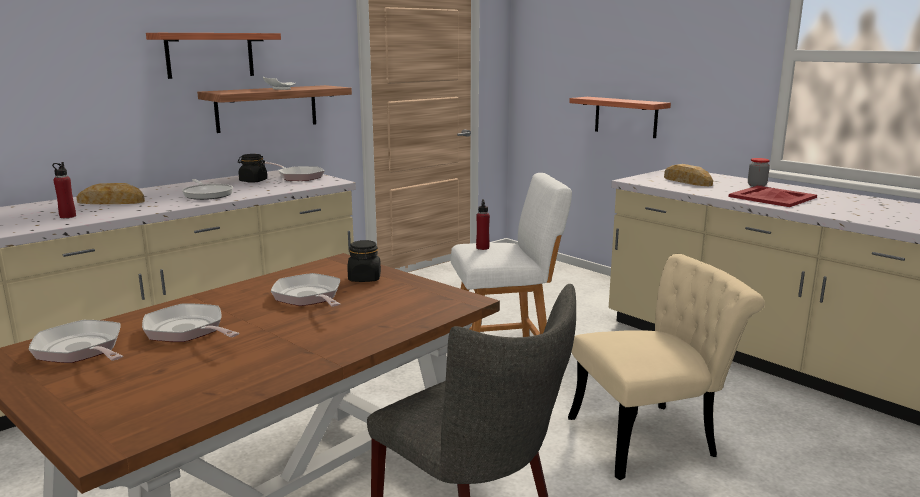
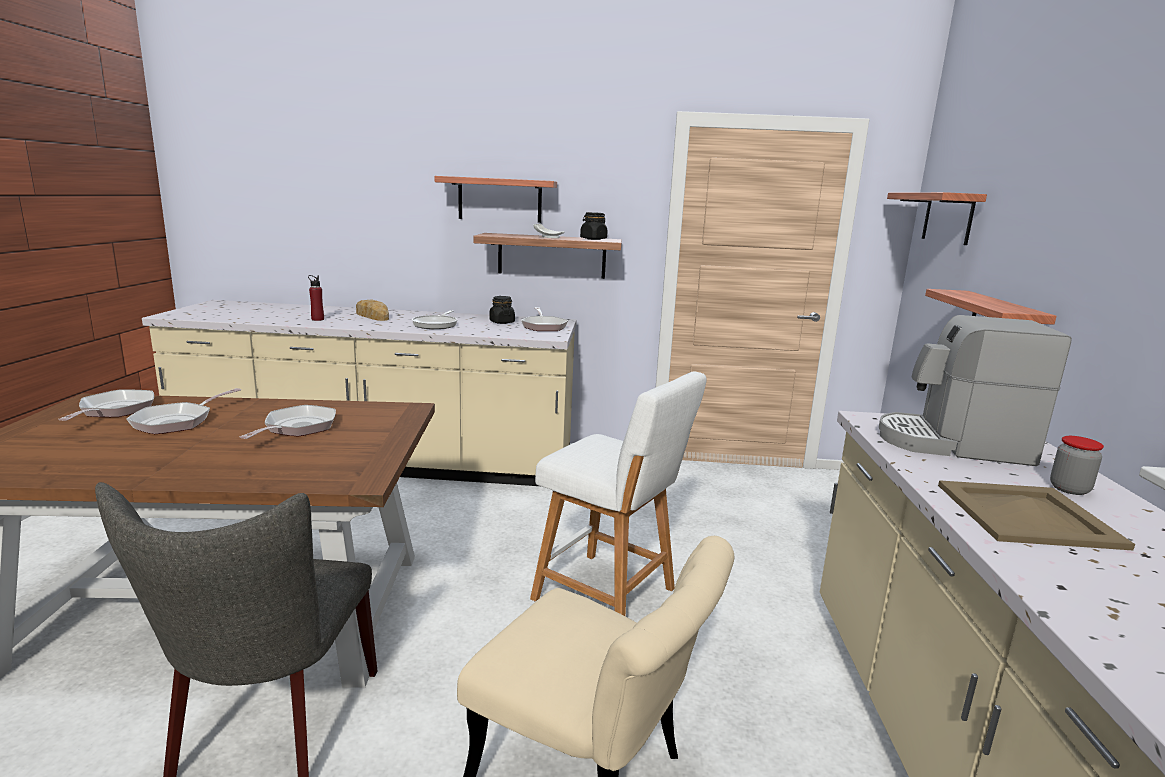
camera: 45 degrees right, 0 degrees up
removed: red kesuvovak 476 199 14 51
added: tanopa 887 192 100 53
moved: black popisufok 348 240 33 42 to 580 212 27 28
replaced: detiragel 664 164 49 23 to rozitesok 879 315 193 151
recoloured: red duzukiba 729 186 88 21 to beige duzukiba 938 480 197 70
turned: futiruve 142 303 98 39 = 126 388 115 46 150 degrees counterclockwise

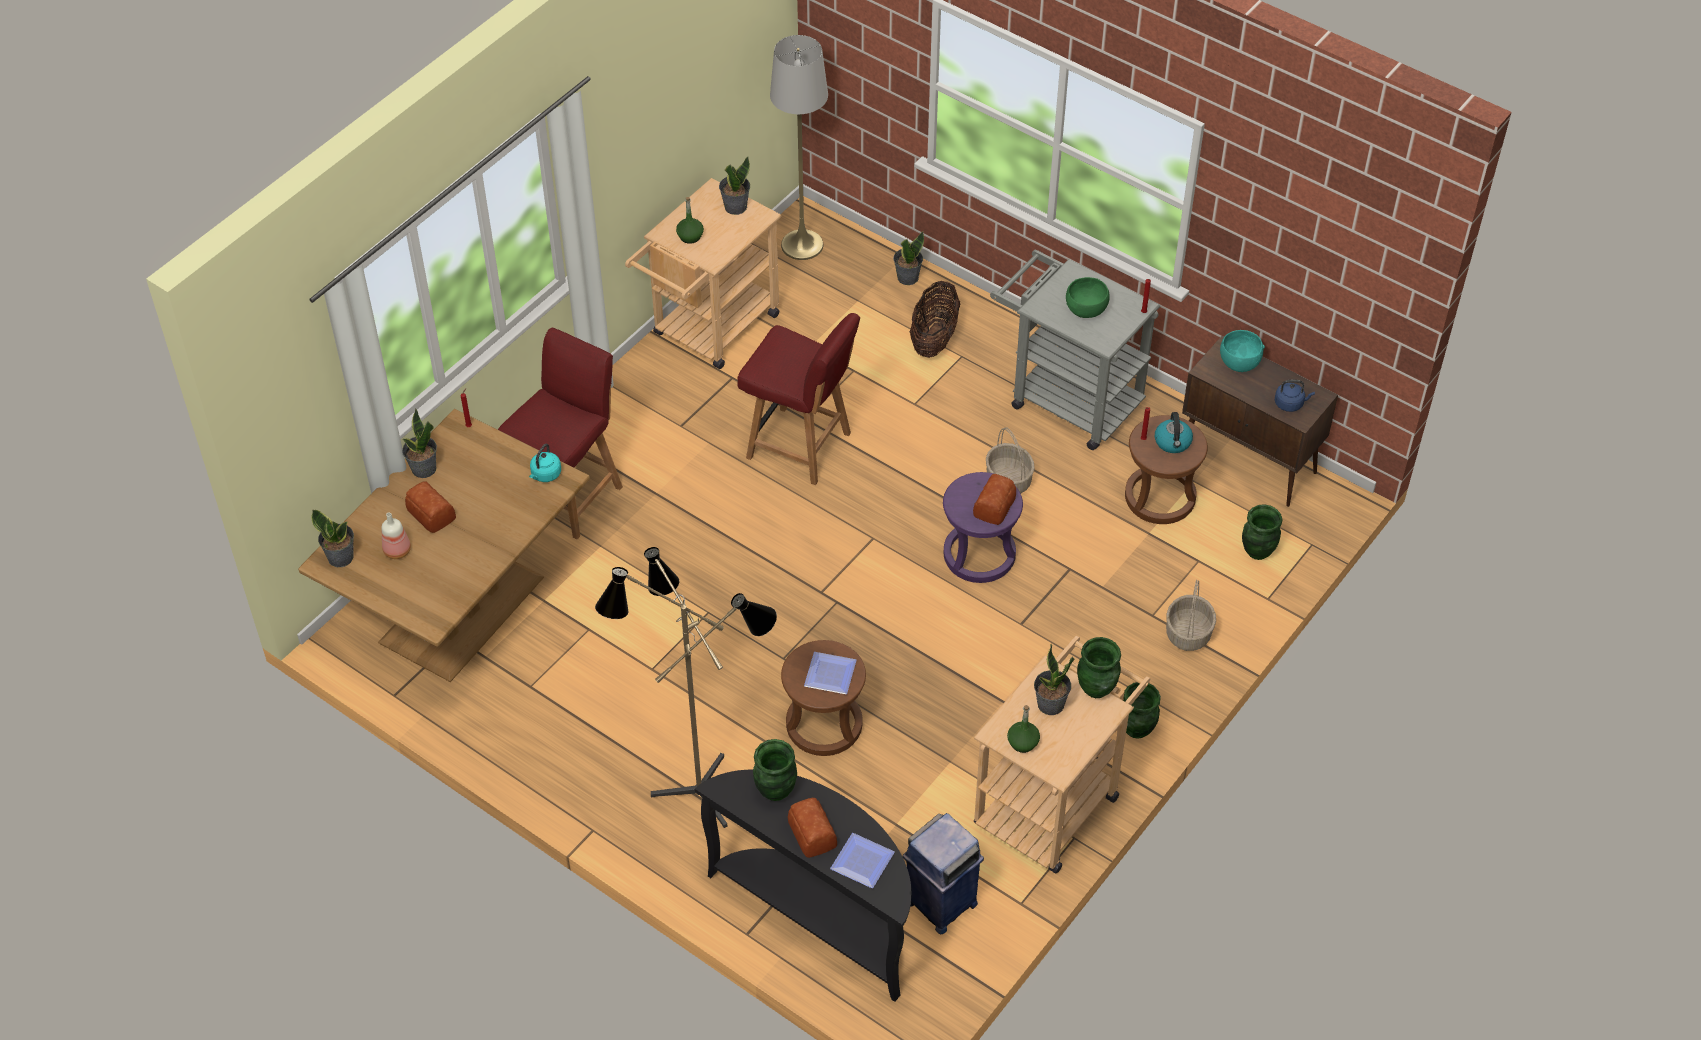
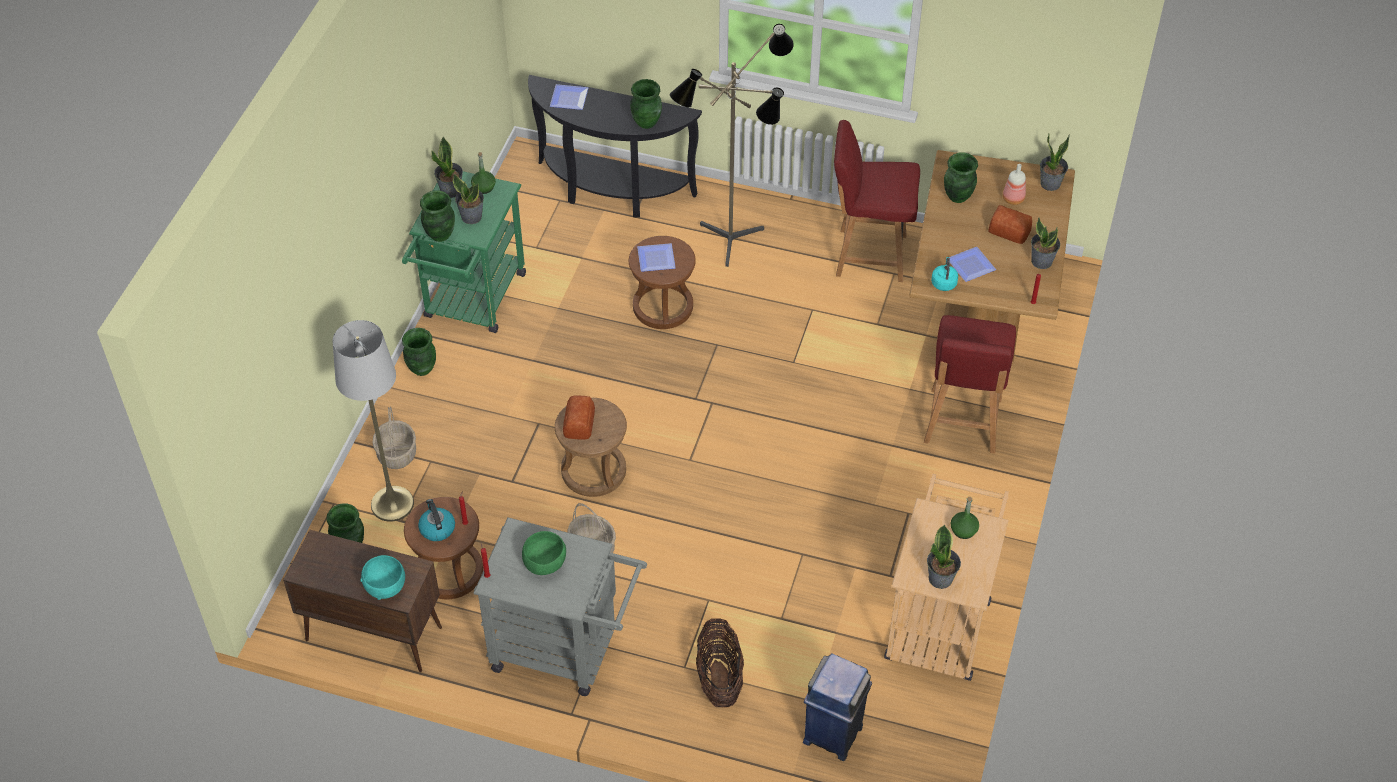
camera: 160 degrees right, 0 degrees up
removed: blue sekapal 1275 380 40 32; detiragel 788 798 49 60
added: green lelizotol 944 153 34 50; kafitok 949 247 47 35
moved: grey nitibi 770 35 58 225 to 333 320 81 202; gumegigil 893 232 31 53 to 431 136 32 62; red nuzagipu 737 313 123 172 to 834 120 86 162; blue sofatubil 903 813 81 122 to 803 653 69 108
recoloured: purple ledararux 943 472 80 111 to brown ledararux 555 398 72 99; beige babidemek 974 635 176 238 to green babidemek 402 171 124 162

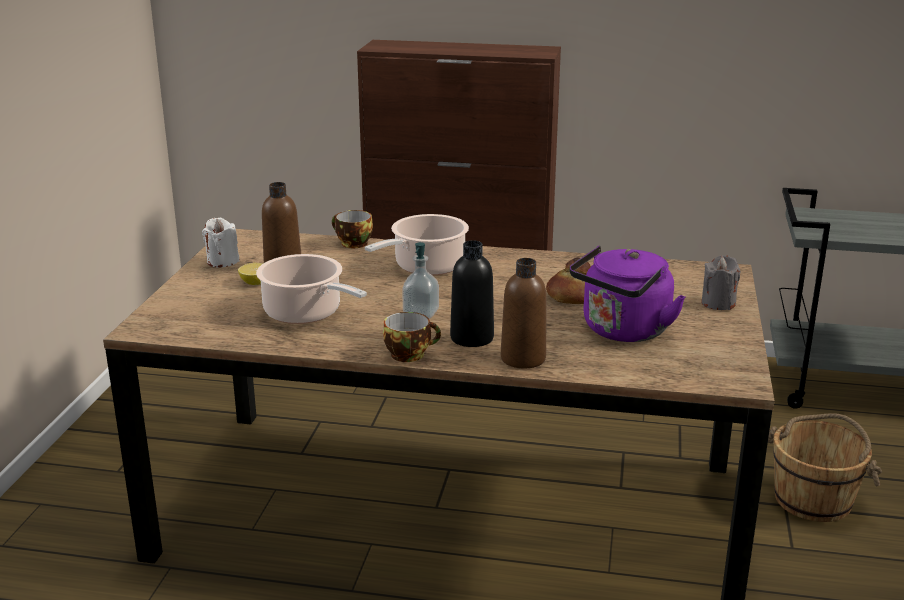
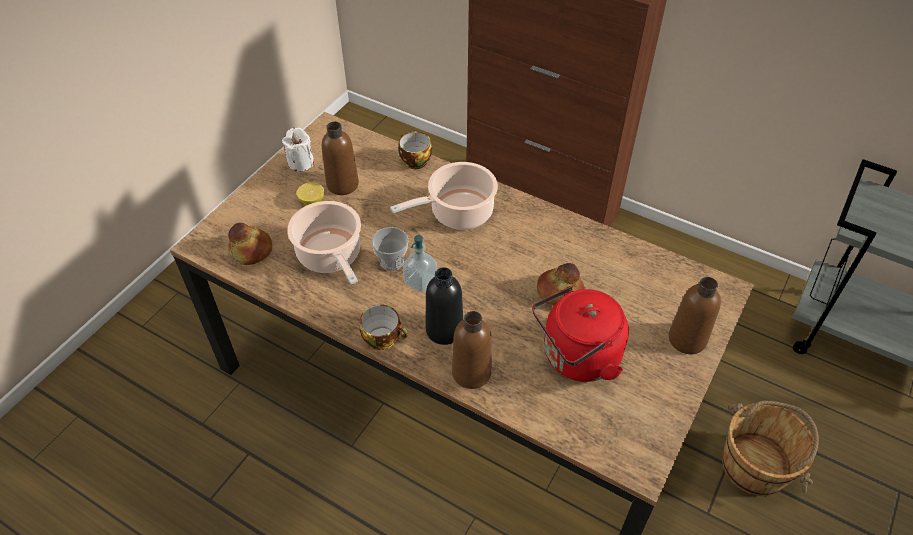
camera: 20 degrees right, 25 degrees up
added: detiragel 228 222 44 43; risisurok 371 227 38 44
replaced: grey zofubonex 701 255 39 55 to brown kesuvovak 669 277 52 77
recoloured: purple sekapal 569 245 116 97 to red sekapal 532 286 97 96

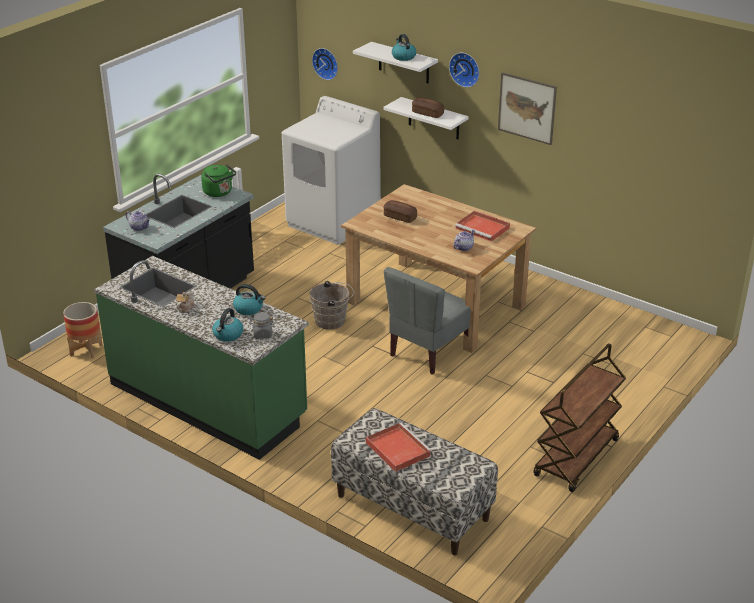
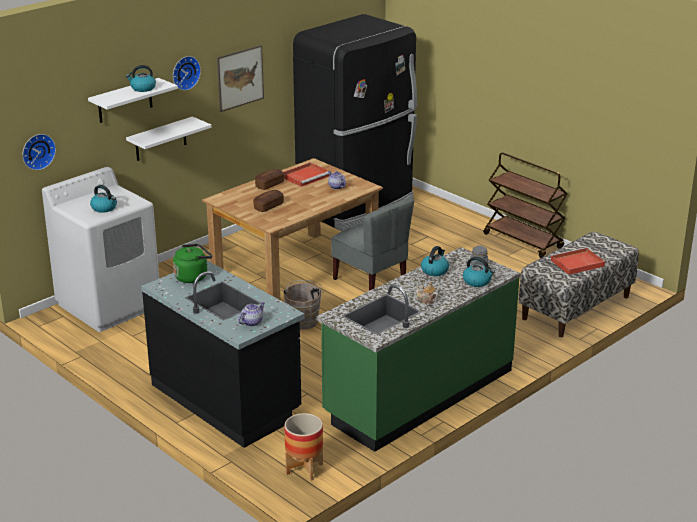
camera: 80 degrees left, 5 degrees down
added: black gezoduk 293 14 124 217; sekapal 90 185 27 28
moved: detiragel 412 97 32 21 to 255 169 29 21

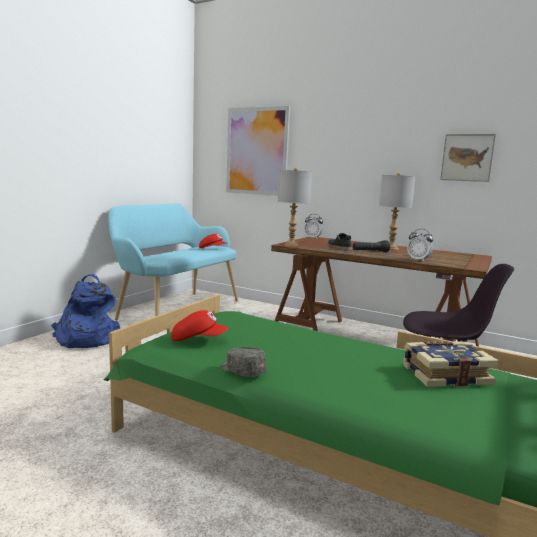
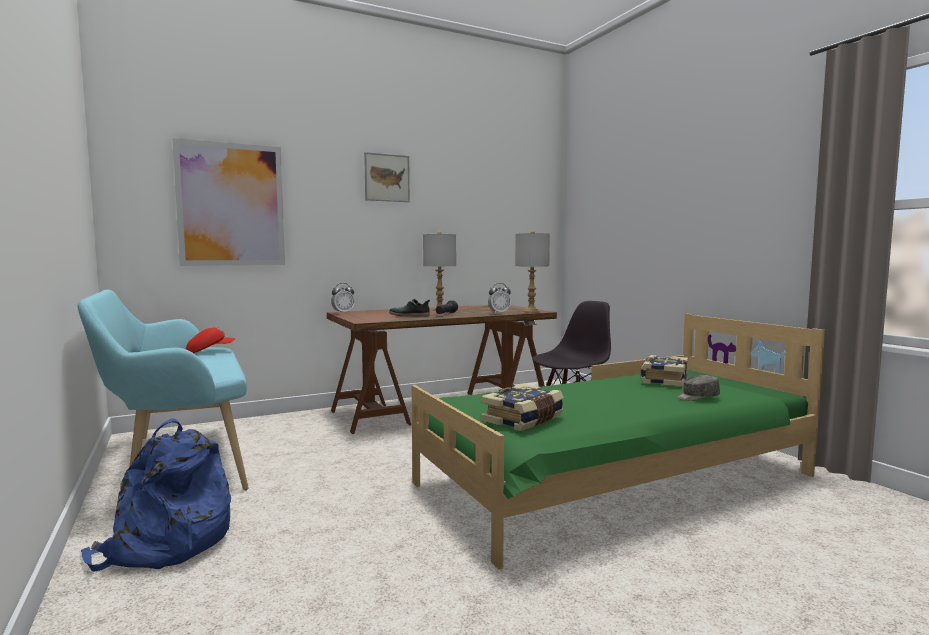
camera: 55 degrees left, 5 degrees down
moved: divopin 440 134 56 48 to 364 152 46 50; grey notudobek 278 168 34 79 to 515 231 35 82; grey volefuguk 221 347 45 30 to 677 375 43 26
replaced: red volefuguk 171 310 57 31 to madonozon 481 384 83 47

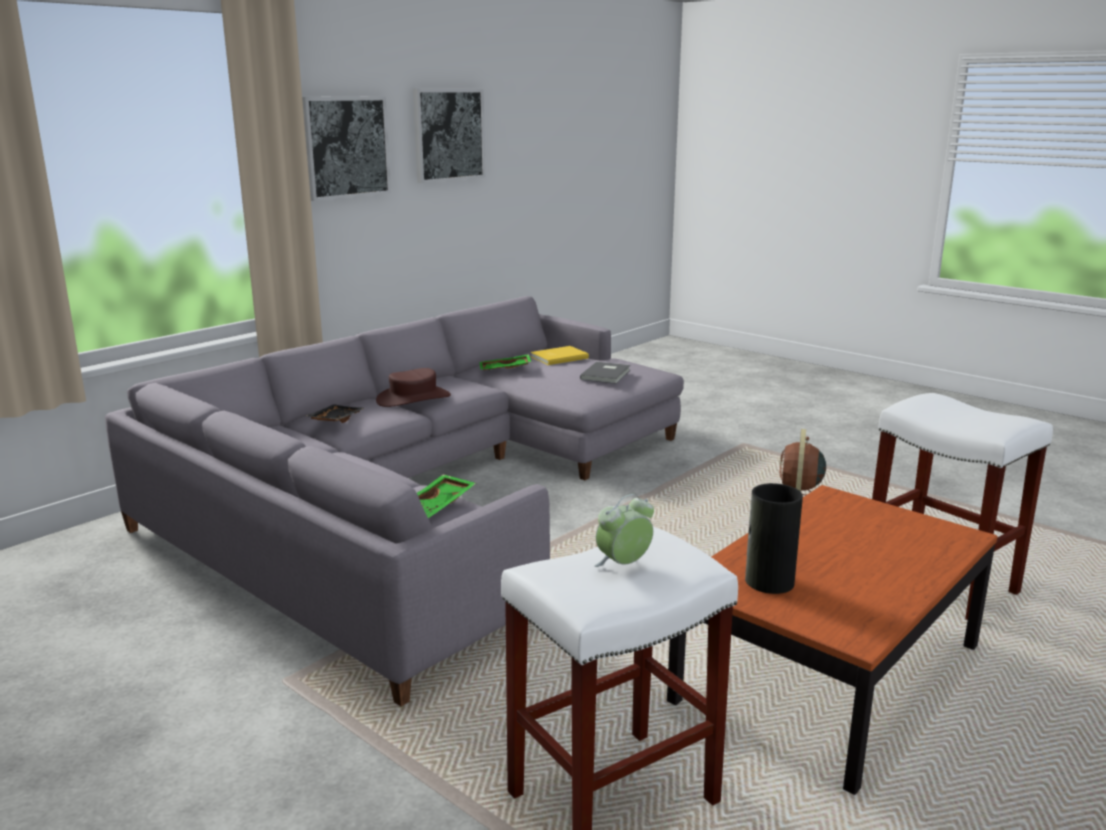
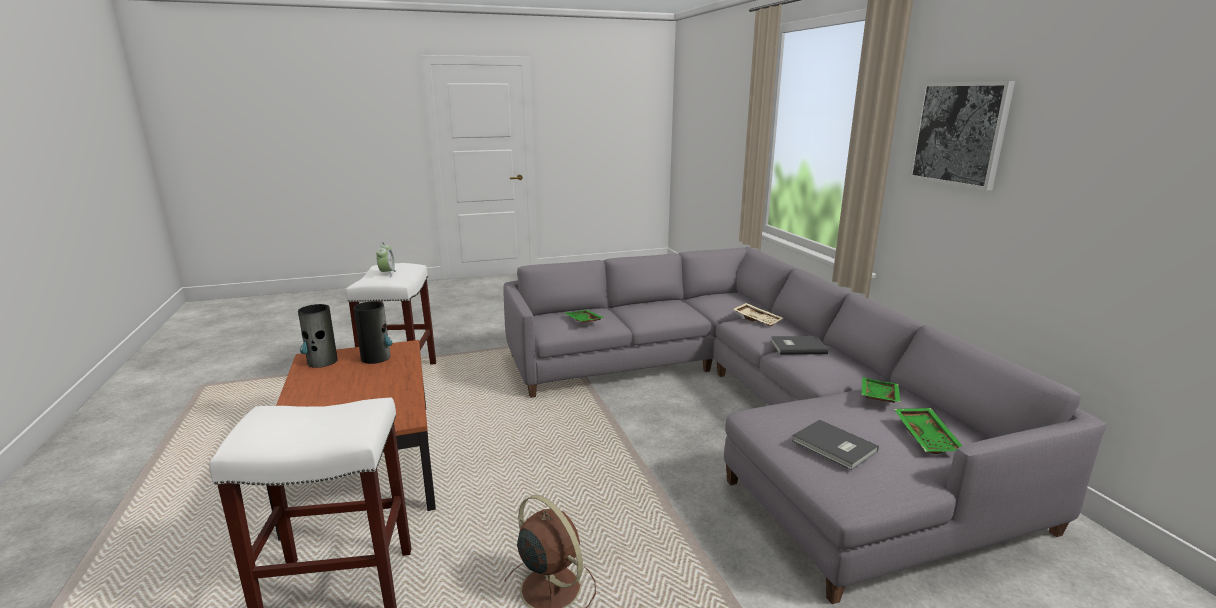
camera: 120 degrees right, 0 degrees up
removed: divopin 413 89 72 94
added: lelizotol 298 304 40 64
replaced: yellow madonozon 531 346 58 19 to green duzukiba 894 408 69 46; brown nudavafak 376 368 75 39 to grey madonozon 771 336 57 19
recoloured: black duzukiba 306 404 58 19 to beige duzukiba 733 303 50 23

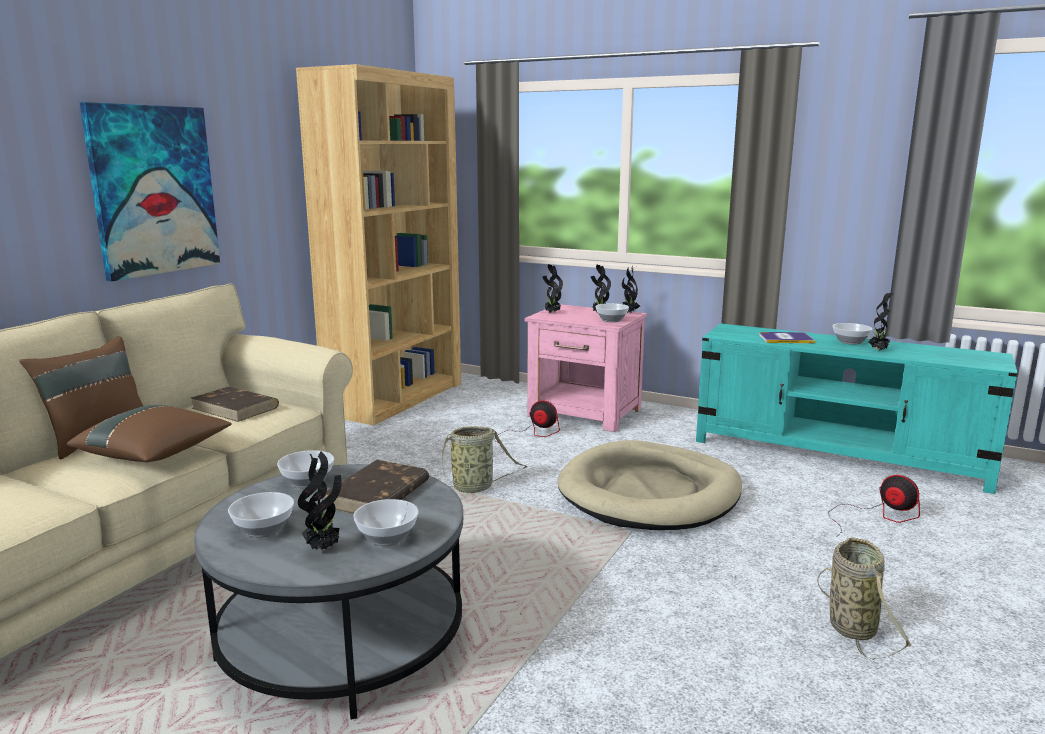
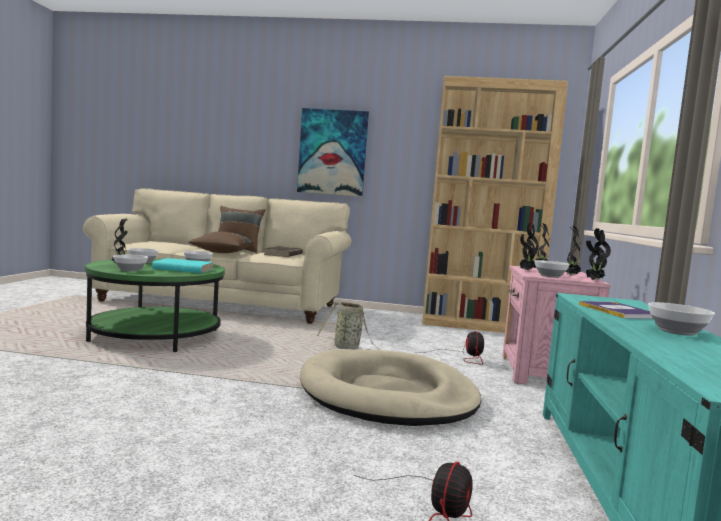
camera: 70 degrees right, 10 degrees down
removed: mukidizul 817 537 96 123
moved: gumegigil 869 293 25 58 to 518 223 21 47
recoloured: brown madonozon 325 460 104 54 to turquoise madonozon 152 258 62 15; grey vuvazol 194 464 269 256 to green vuvazol 85 259 140 93

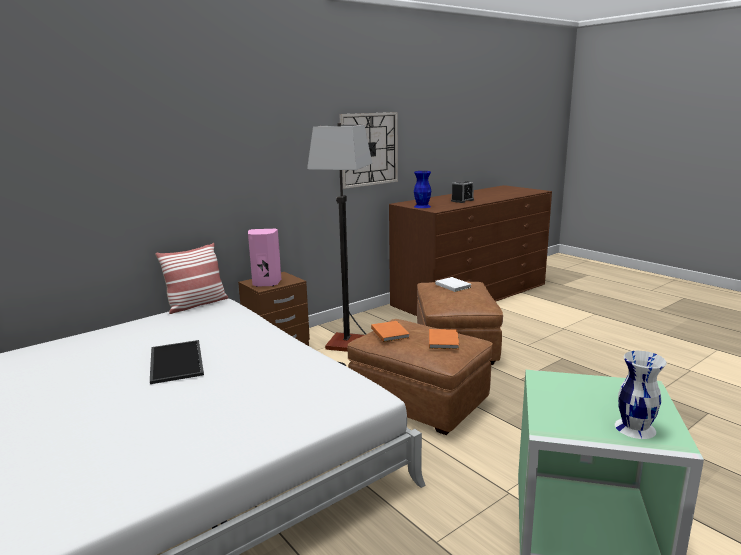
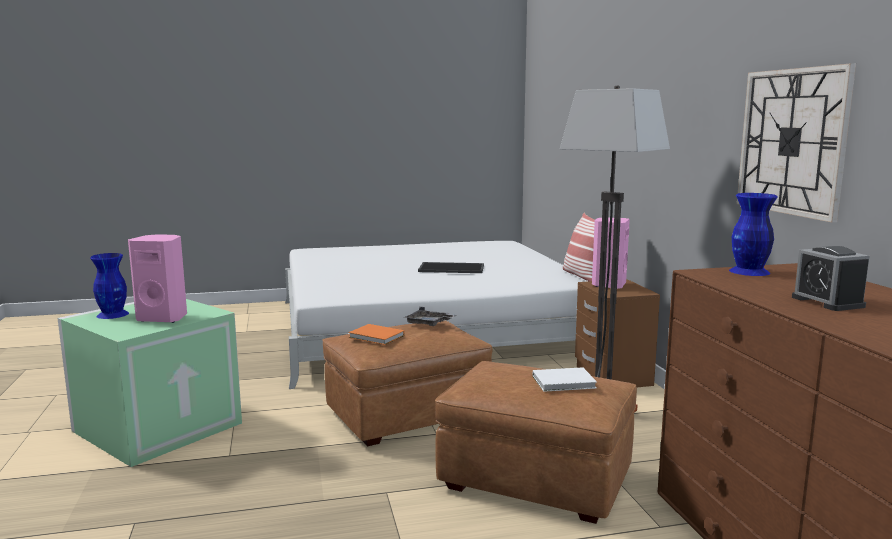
camera: 115 degrees right, 5 degrees down
added: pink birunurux 128 234 59 89
replaced: orange madonozon 371 321 39 21 to grey duzukiba 403 307 53 19
recoloured: white lelizotol 615 351 52 88 to blue lelizotol 90 253 39 66

